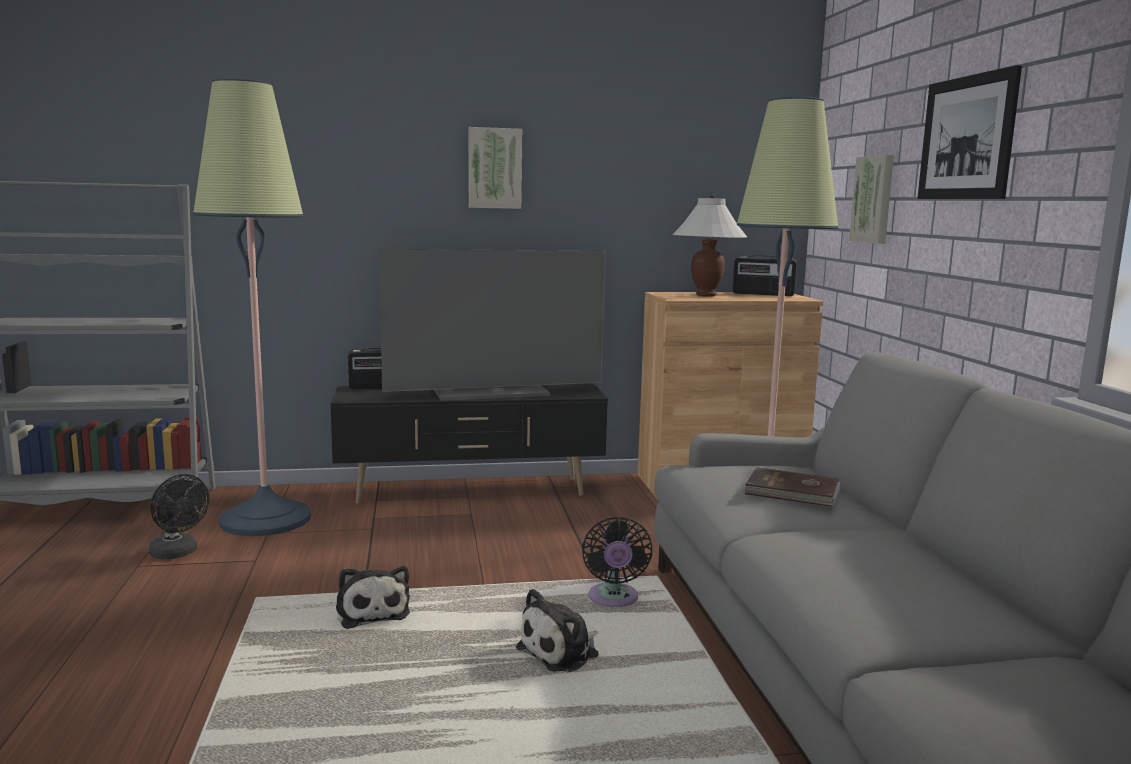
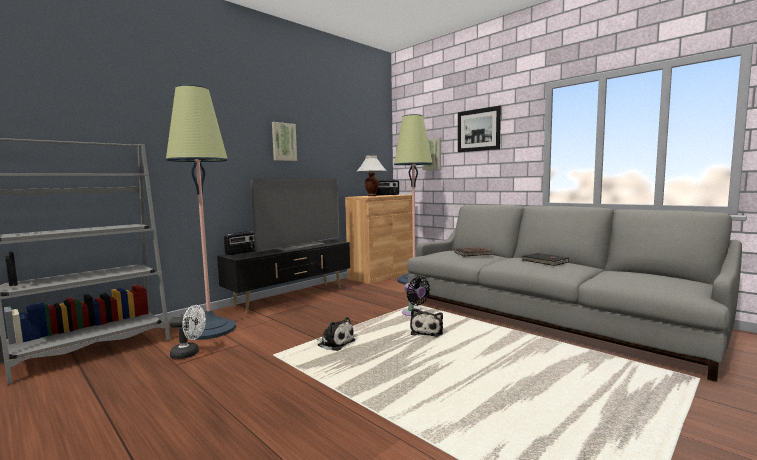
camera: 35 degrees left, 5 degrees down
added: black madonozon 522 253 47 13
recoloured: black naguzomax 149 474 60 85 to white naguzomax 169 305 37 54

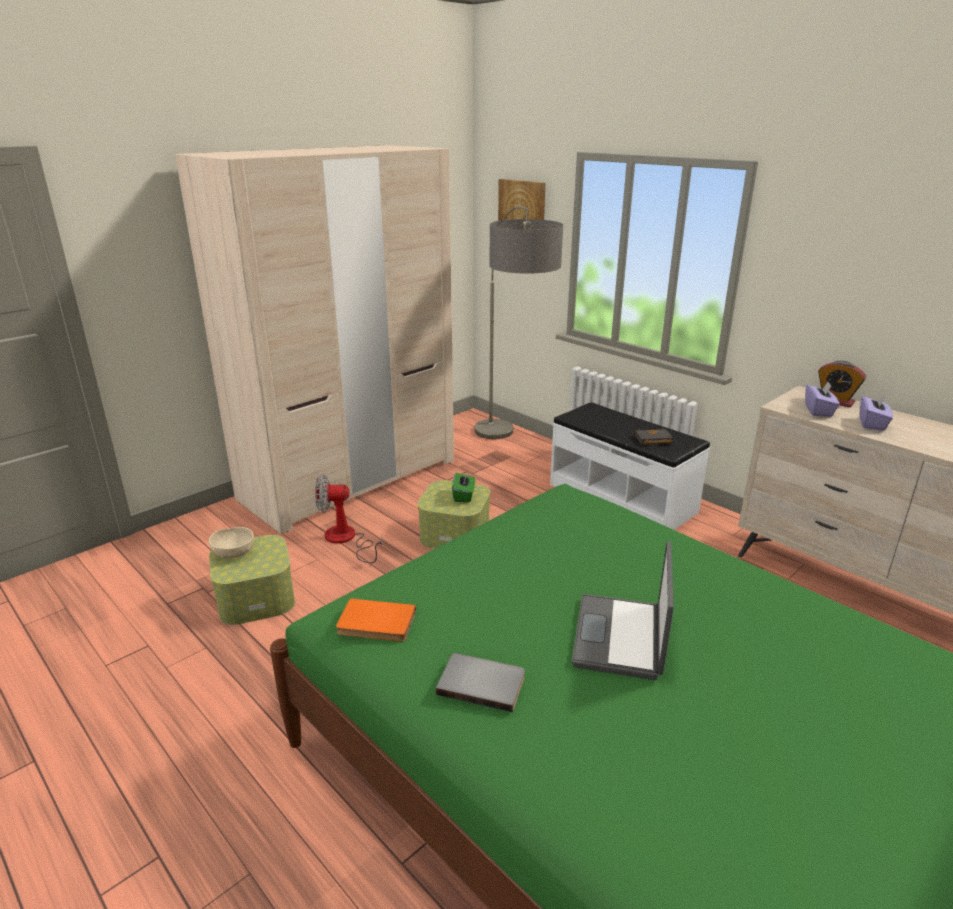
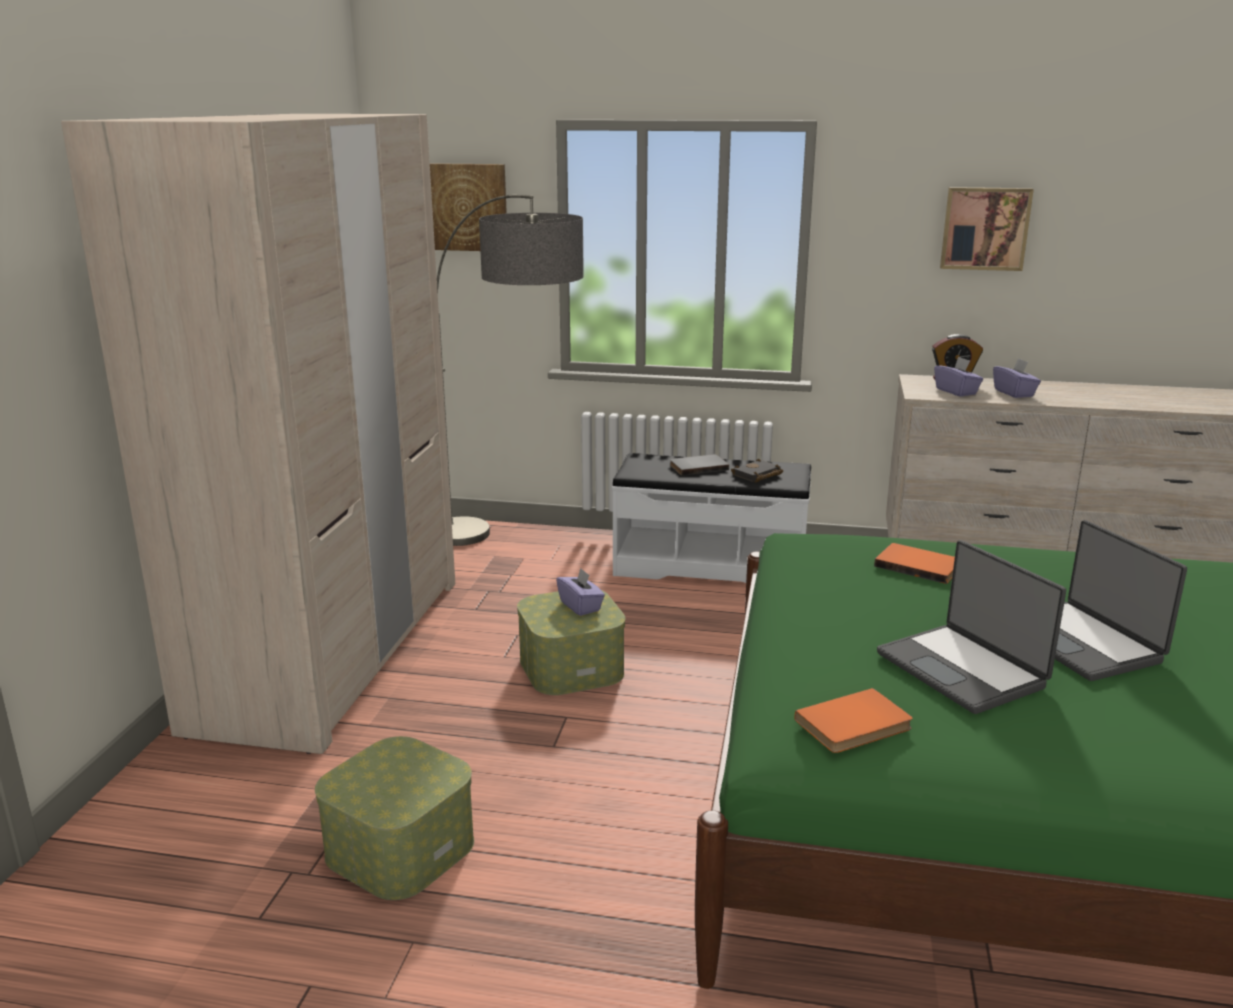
camera: 35 degrees left, 5 degrees down
removed: naguzomax 315 475 67 88; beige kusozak 209 527 45 31
added: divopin 940 187 94 84; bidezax 877 540 189 174; orange madonozon 874 543 81 41
moved: grey madonozon 436 653 89 59 to 670 454 59 21
recoloured: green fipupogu 452 472 23 30 to purple fipupogu 556 568 49 48

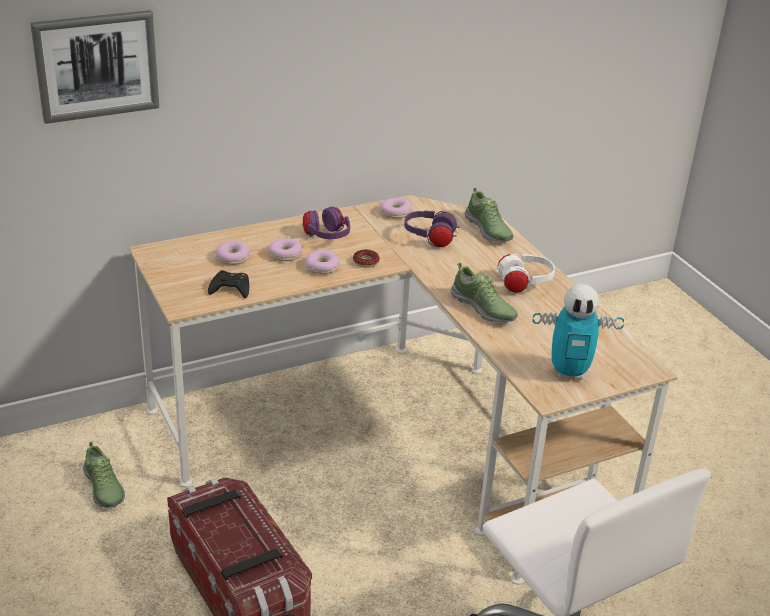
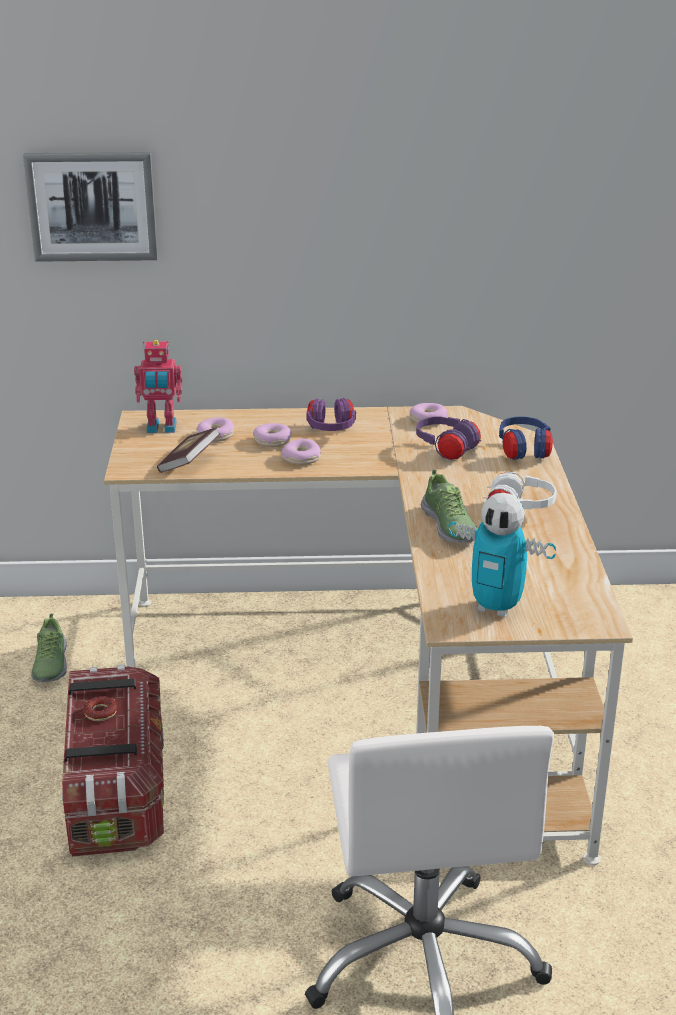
camera: 25 degrees right, 5 degrees down
added: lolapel 134 340 48 93
moved: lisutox 353 249 27 19 to 83 696 34 25
replaced: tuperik 465 188 49 54 to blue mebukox 499 416 54 44; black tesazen 208 270 41 28 to madonozon 157 427 63 46

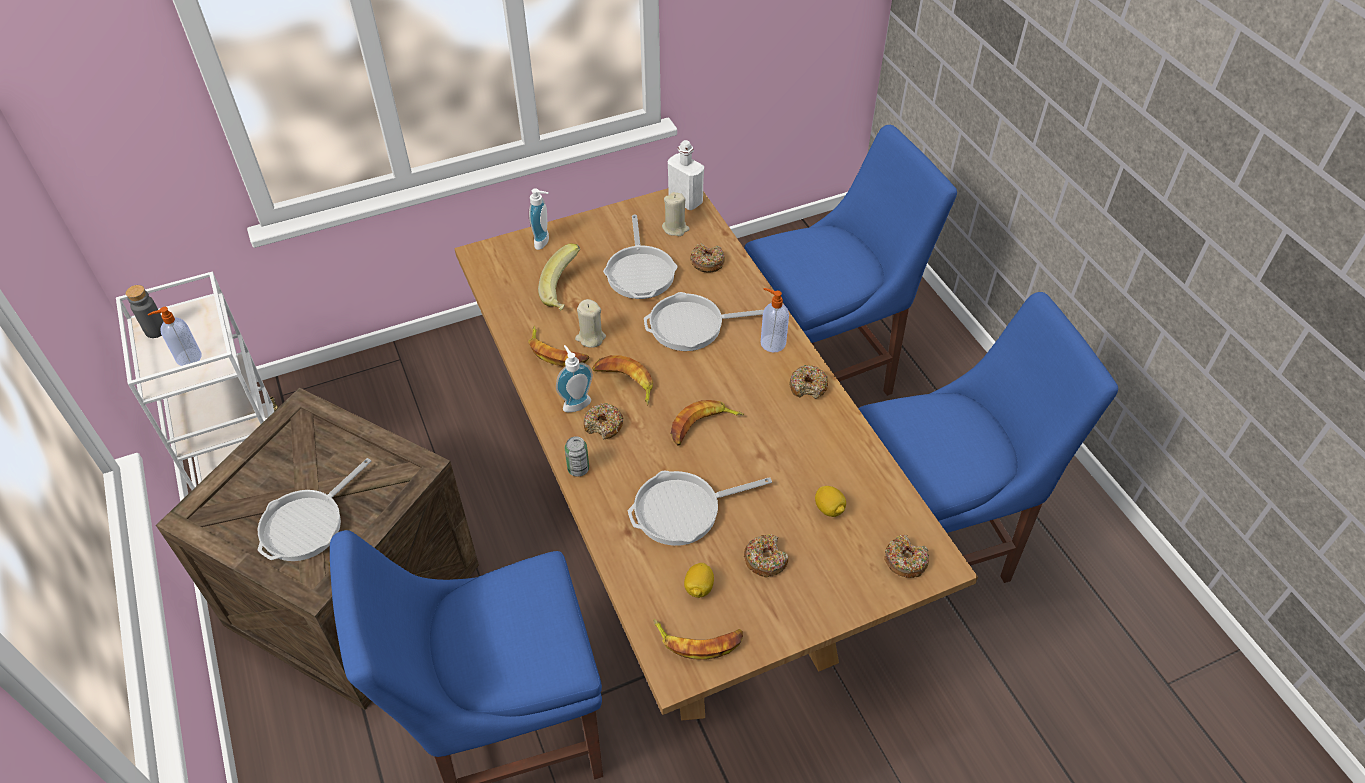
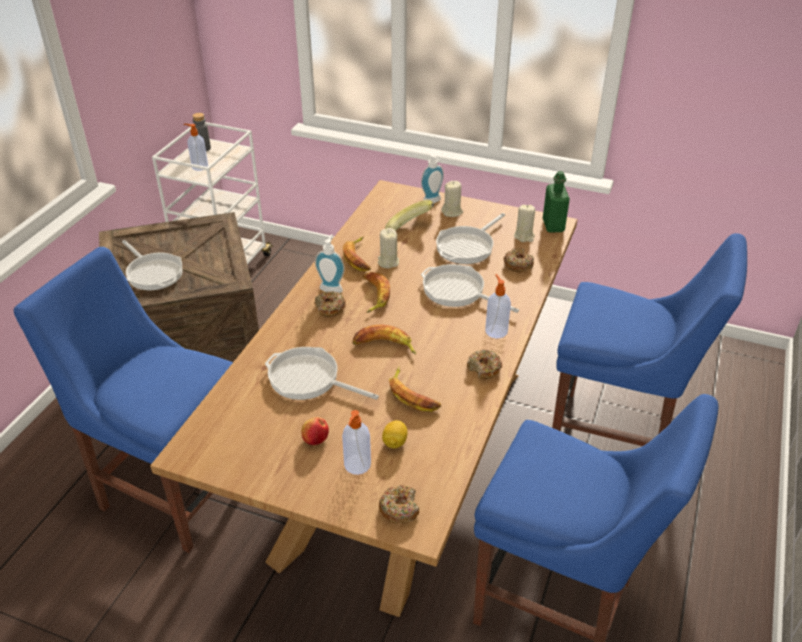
camera: 45 degrees right, 10 degrees down
removed: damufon 565 436 24 41; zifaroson 684 563 30 35
added: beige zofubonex 441 181 22 36; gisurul 342 410 29 65
moved: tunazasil 653 619 90 41 to 389 367 52 45
replaced: lisutox 744 534 44 43 to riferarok 301 417 28 28
recoloured: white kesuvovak 668 140 36 70 to green kesuvovak 543 171 27 62
turned: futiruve 257 458 114 103 = 122 240 61 50 120 degrees counterclockwise

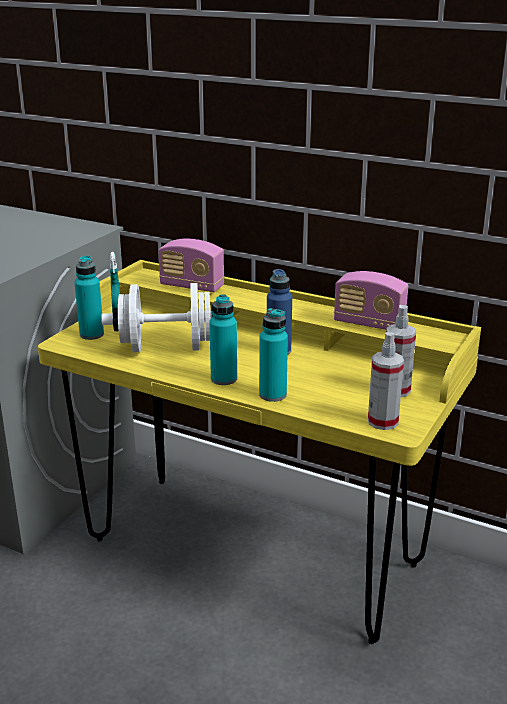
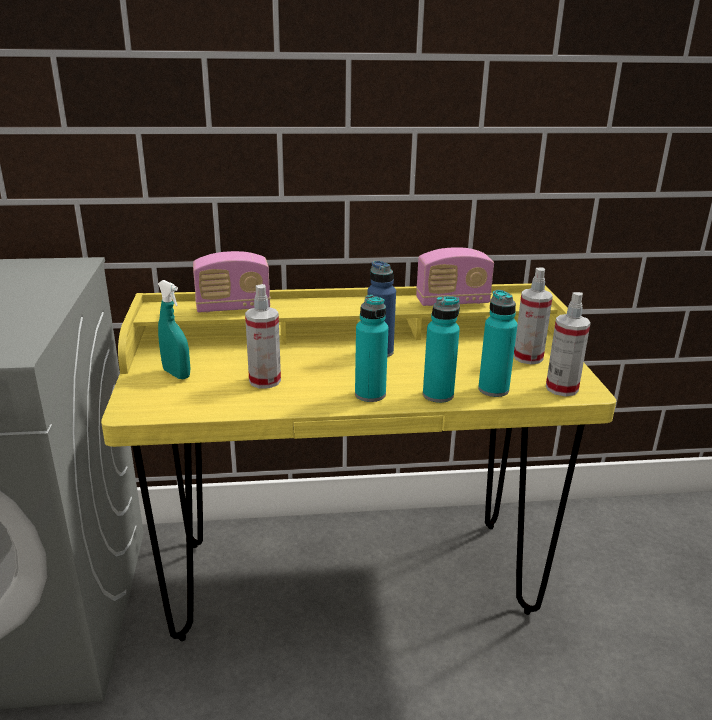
camera: 35 degrees left, 0 degrees up
moved: turquoise kesuvovak 74 255 30 85 to 478 290 39 107
replaced: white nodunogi 101 283 112 69 to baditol 245 284 36 104

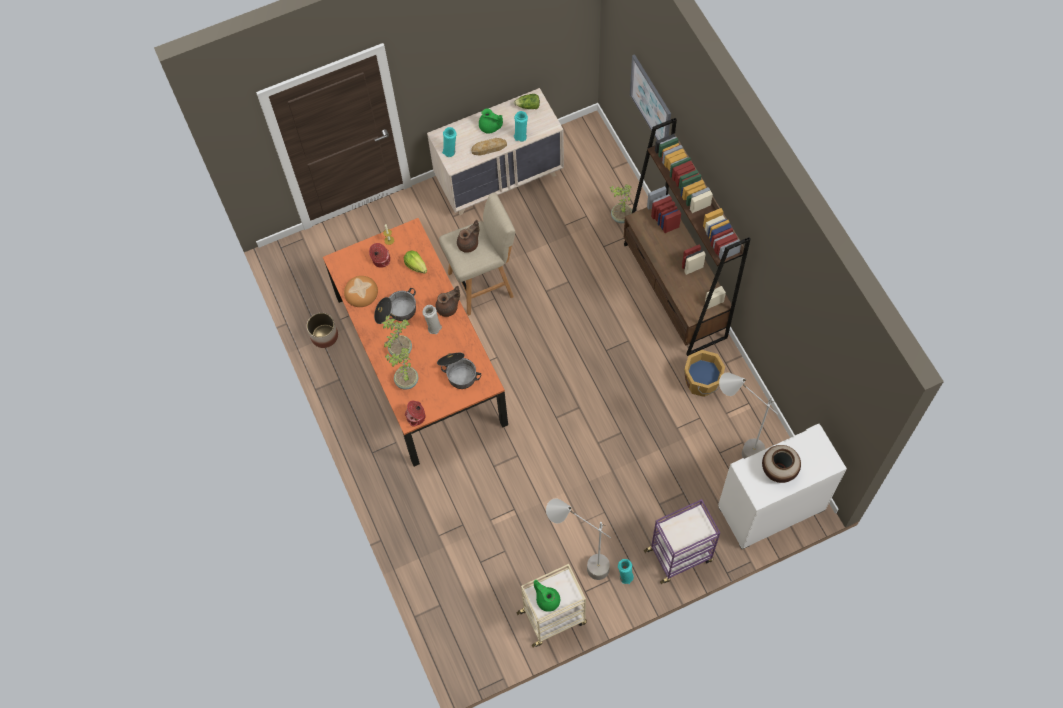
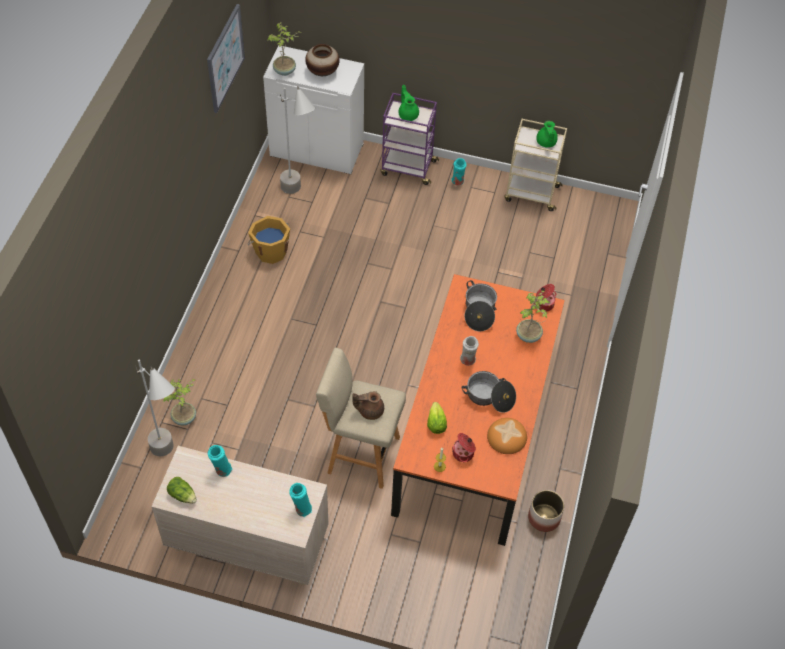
camera: 145 degrees left, 10 degrees down
removed: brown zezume 624 118 127 238; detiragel 471 138 36 18; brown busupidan 435 286 25 31
moved: divopin 630 54 41 86 to 207 4 38 109; green busupidan 479 108 24 26 to 398 85 21 36; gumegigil 382 315 30 41 to 267 22 34 54; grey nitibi 546 499 65 81 to 136 360 39 96

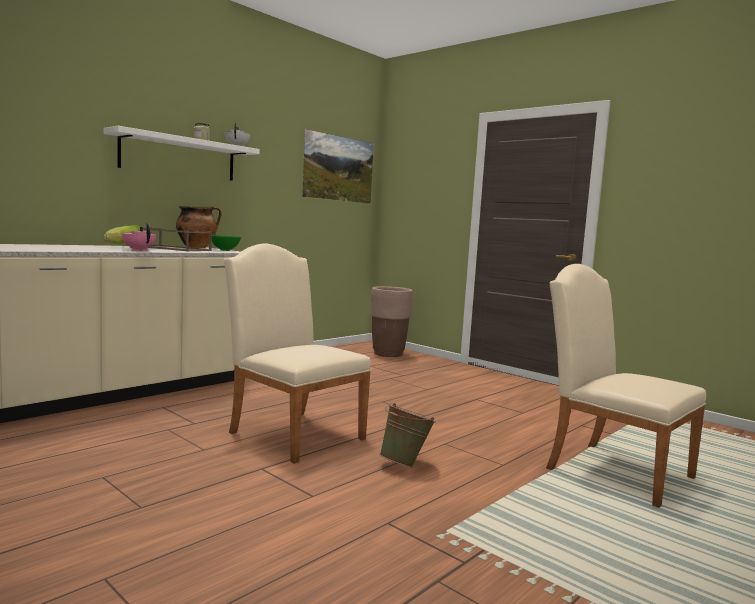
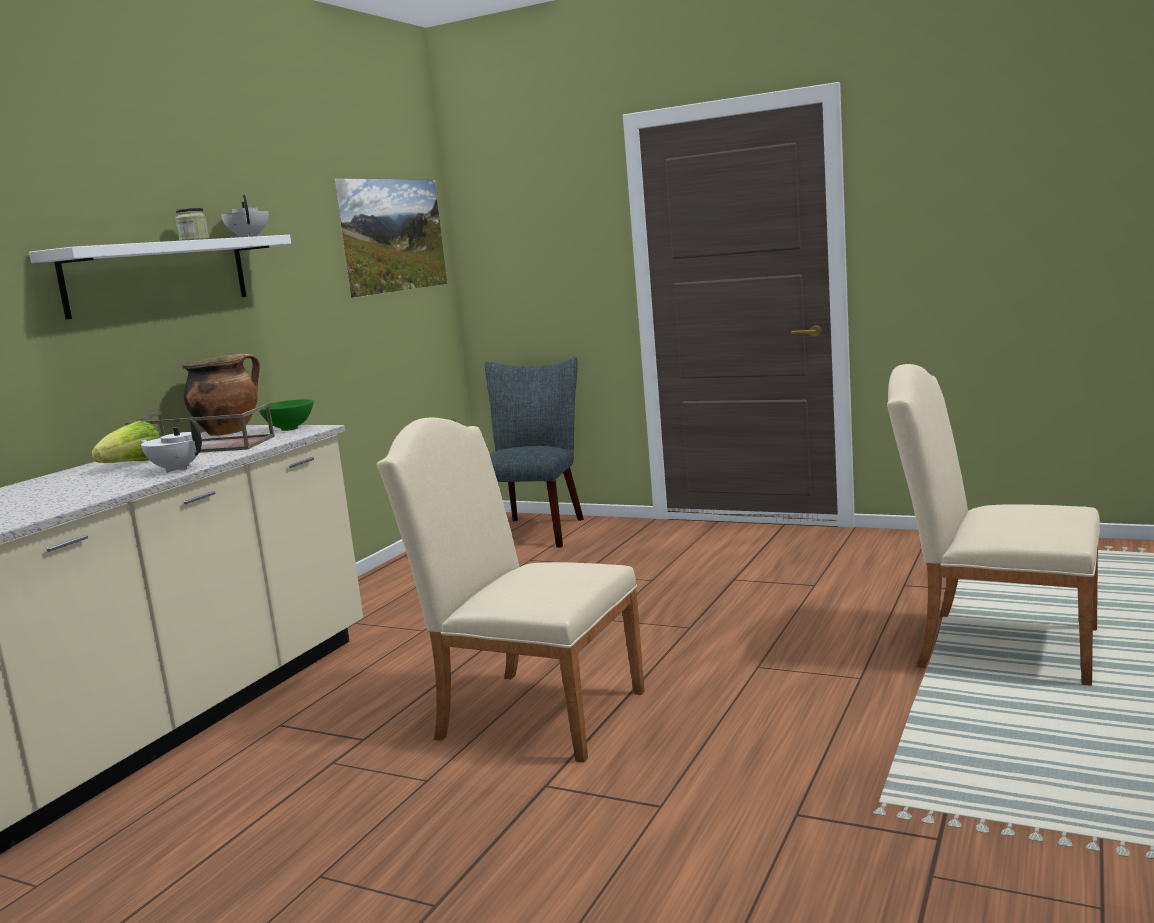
camera: 15 degrees left, 5 degrees up
removed: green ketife 379 403 57 64
replaced: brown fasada 371 286 42 71 to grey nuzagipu 485 356 99 191
recoloured: pink busupidan 122 223 34 28 to white busupidan 140 420 62 53

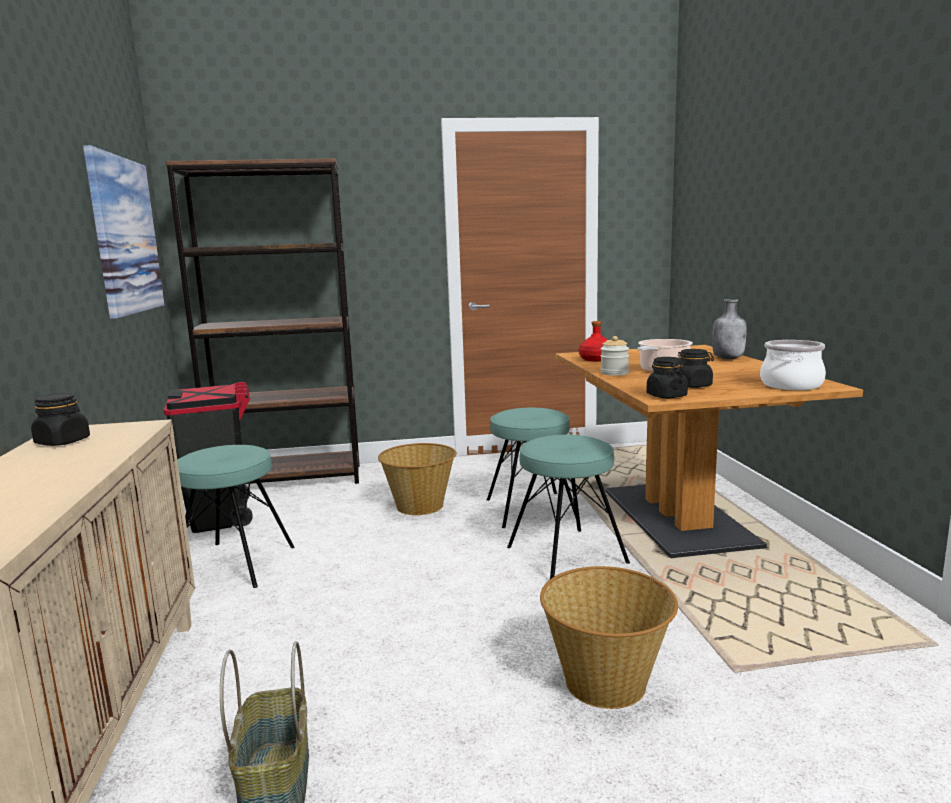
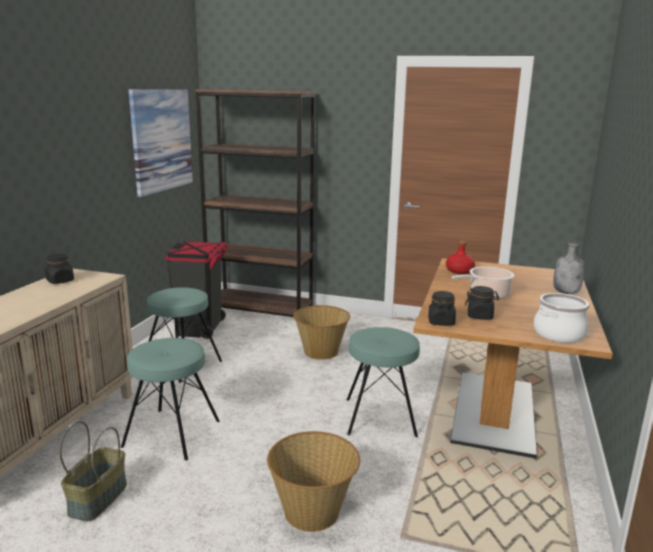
camera: 25 degrees right, 5 degrees up
removed: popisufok 600 336 29 40
moved: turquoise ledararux 487 408 89 120 to 121 338 99 123

